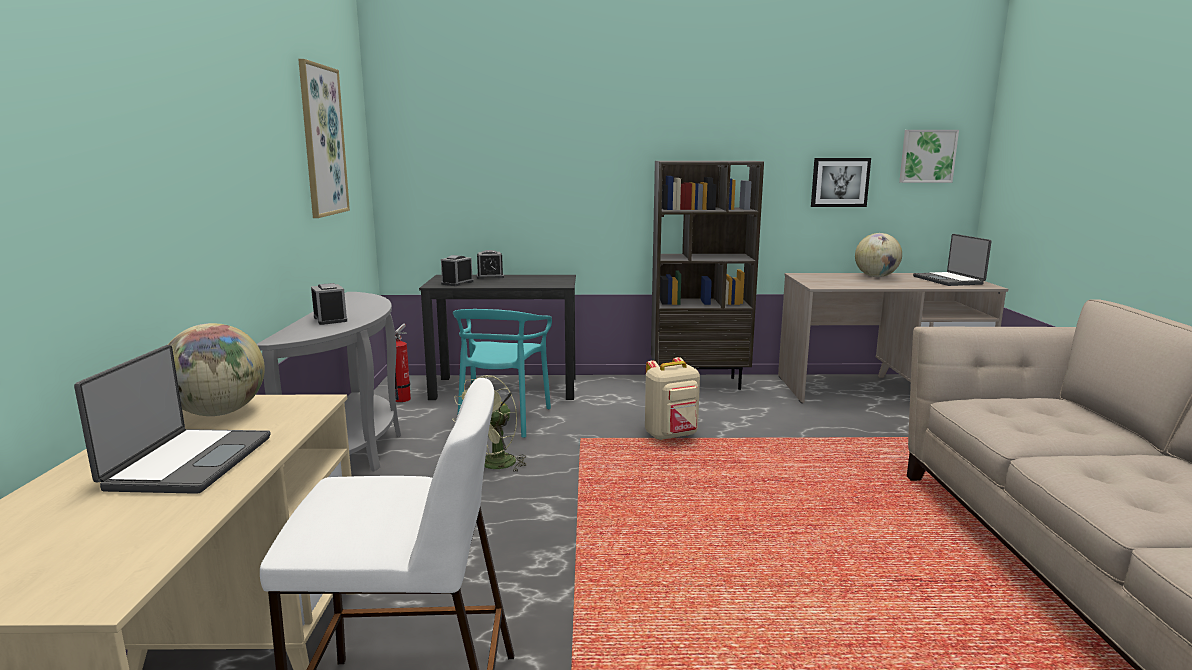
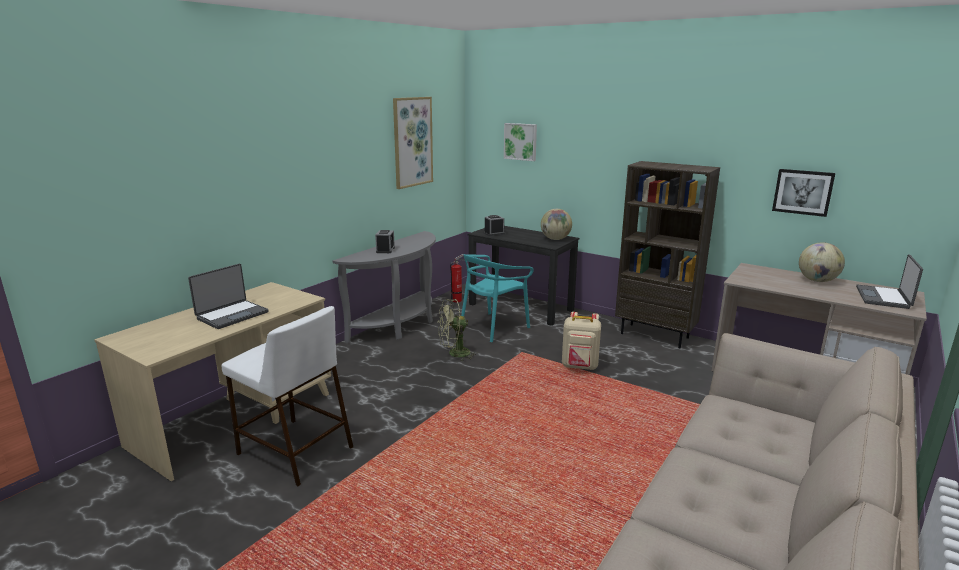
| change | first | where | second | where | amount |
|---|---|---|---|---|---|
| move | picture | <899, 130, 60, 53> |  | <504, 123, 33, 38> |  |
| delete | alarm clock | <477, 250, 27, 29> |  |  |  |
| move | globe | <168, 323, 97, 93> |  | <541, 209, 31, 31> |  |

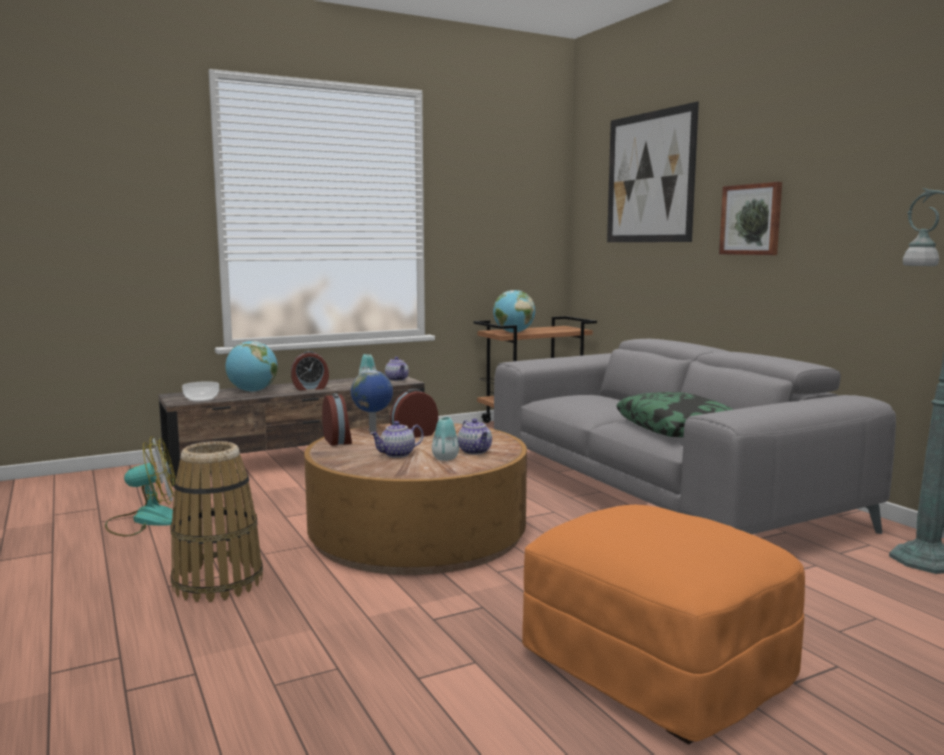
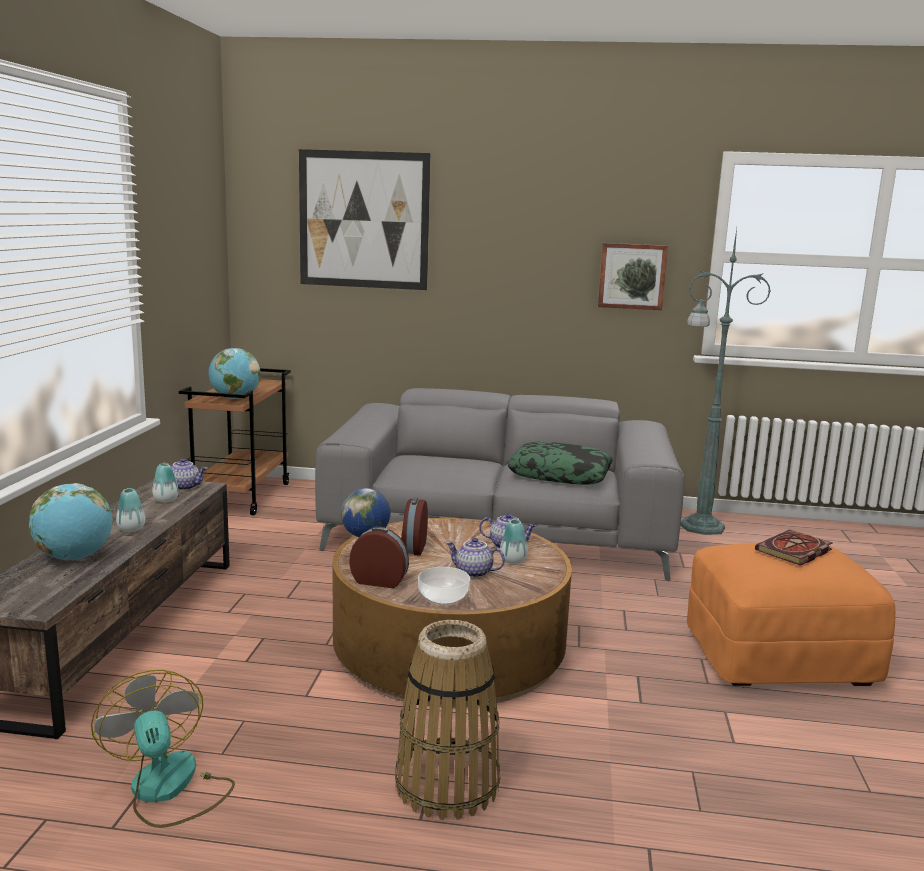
| change | first | where | second | where | amount |
|---|---|---|---|---|---|
| move | picture | <719, 182, 63, 73> |  | <598, 243, 70, 67> |  |
| replace | alarm clock | <291, 351, 38, 39> | vase | <116, 488, 29, 44> |  |
| move | bowl | <182, 381, 37, 21> |  | <418, 567, 52, 39> |  |
| rotate | teapot | <370, 421, 54, 37> |  | <446, 538, 59, 40> | 105 degrees clockwise |
| rotate | fan | <105, 436, 71, 100> |  | <91, 670, 144, 158> | 45 degrees counterclockwise |
| insert |  |  | book | <755, 529, 78, 37> |  |

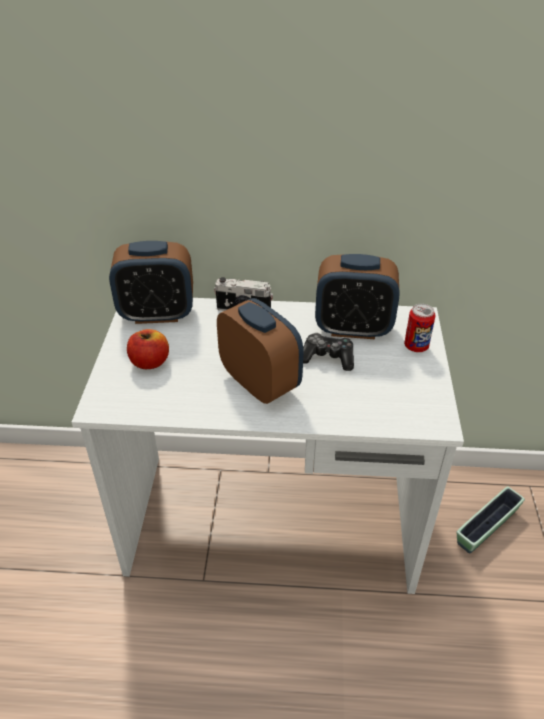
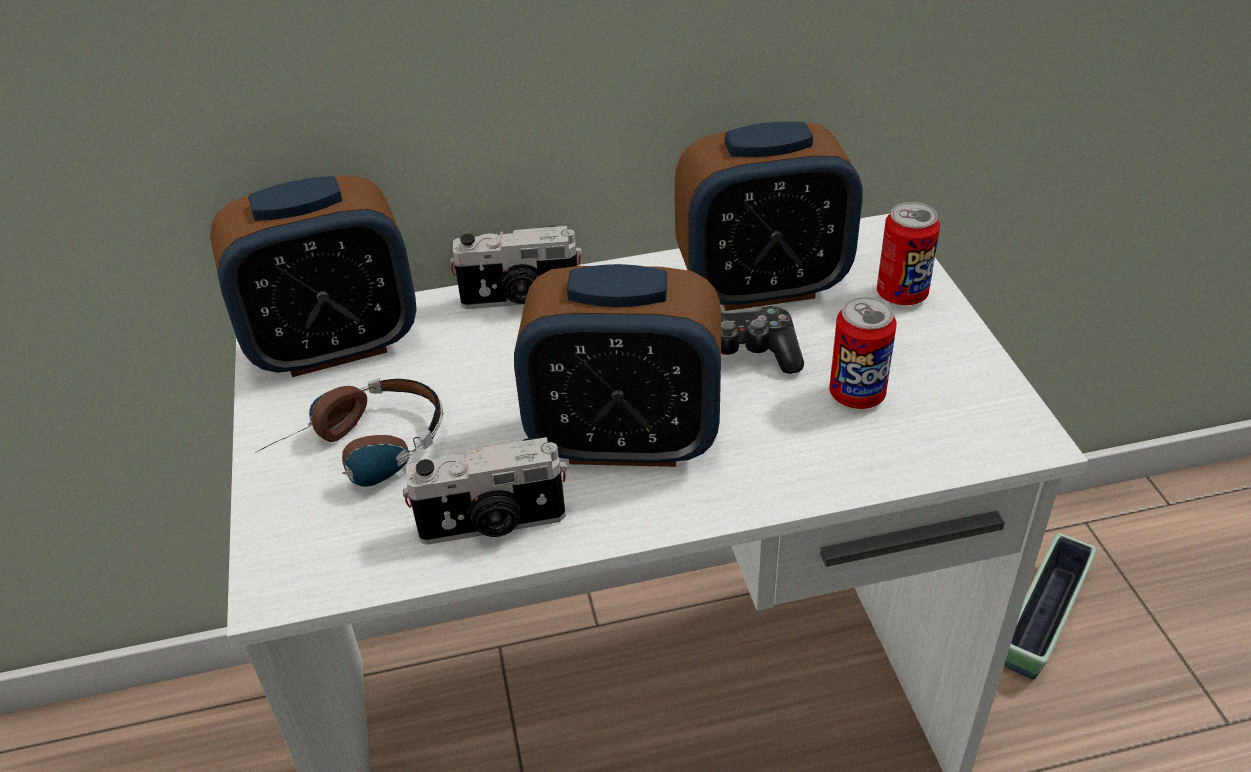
| change | first | where | second | where | amount |
|---|---|---|---|---|---|
| rotate | alarm clock | <217, 298, 87, 106> |  | <514, 264, 207, 203> | 150 degrees clockwise |
| replace | apple | <127, 329, 42, 40> | headphones | <255, 378, 189, 109> |  |
| insert |  |  | can | <829, 297, 68, 112> |  |
| insert |  |  | photo camera | <403, 437, 164, 108> |  |

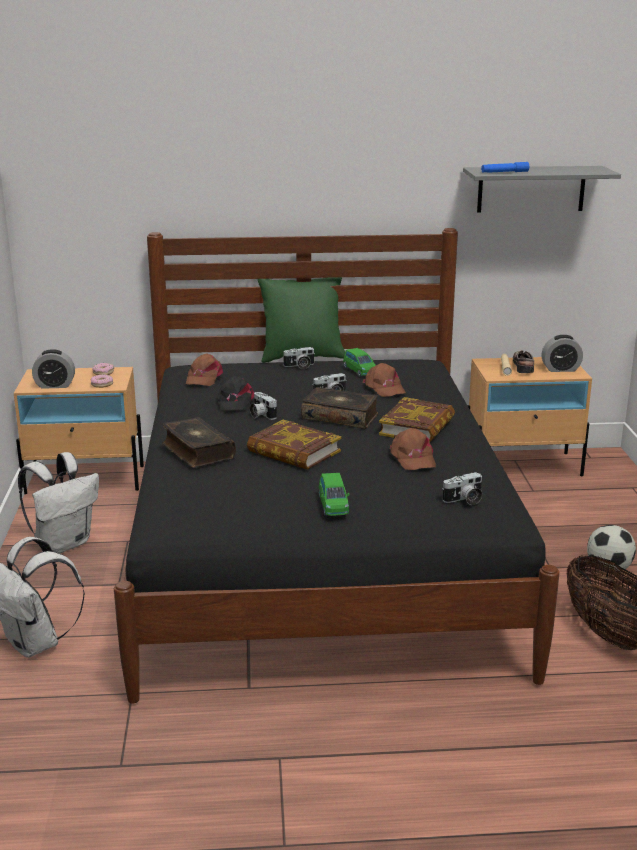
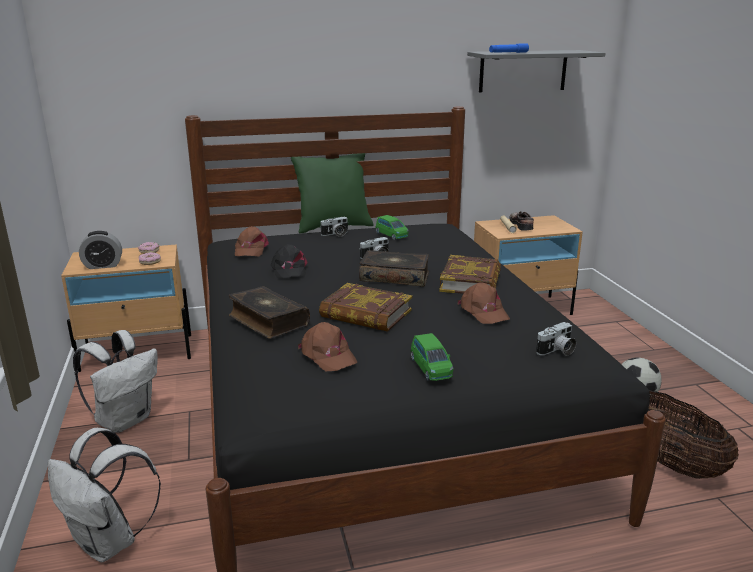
| change | first | where | second | where | amount |
|---|---|---|---|---|---|
| delete | alarm clock | <542, 335, 41, 37> |  |  |  |
| move | cap in brown | <363, 363, 43, 34> |  | <298, 322, 59, 49> |  |
| delete | photo camera | <250, 392, 27, 28> |  |  |  |

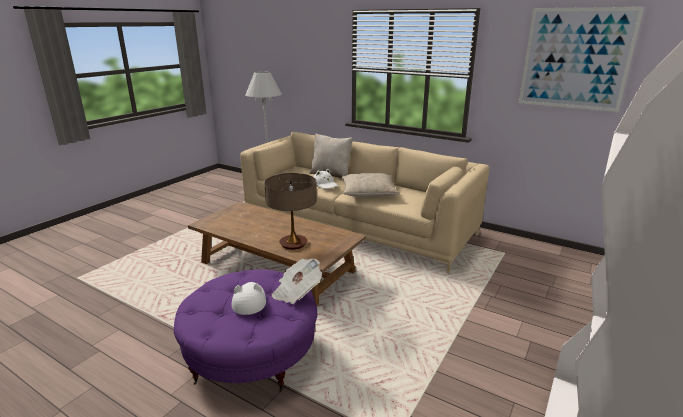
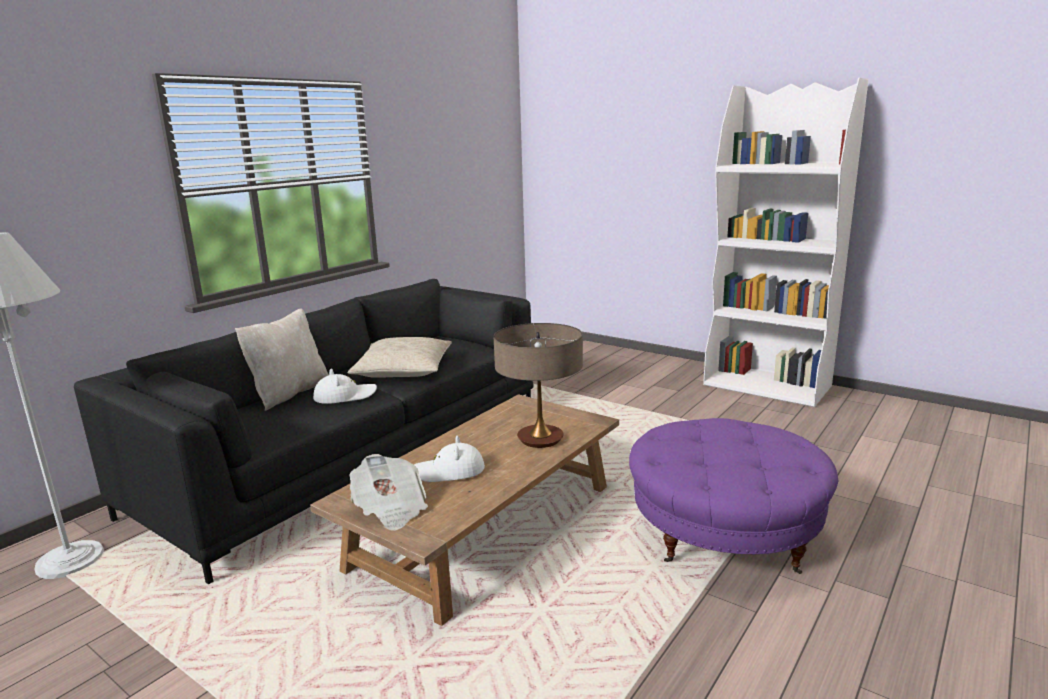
| change | first | where | second | where | amount |
|---|---|---|---|---|---|
| delete | picture | <519, 7, 125, 105> |  |  |  |
| recolor | sofa in beige | <240, 132, 249, 142> | sofa in black | <74, 279, 460, 305> |  |
| move | newspaper | <272, 259, 50, 45> |  | <349, 454, 79, 77> |  |
| move | hat in white | <232, 282, 34, 33> |  | <414, 436, 71, 46> |  |

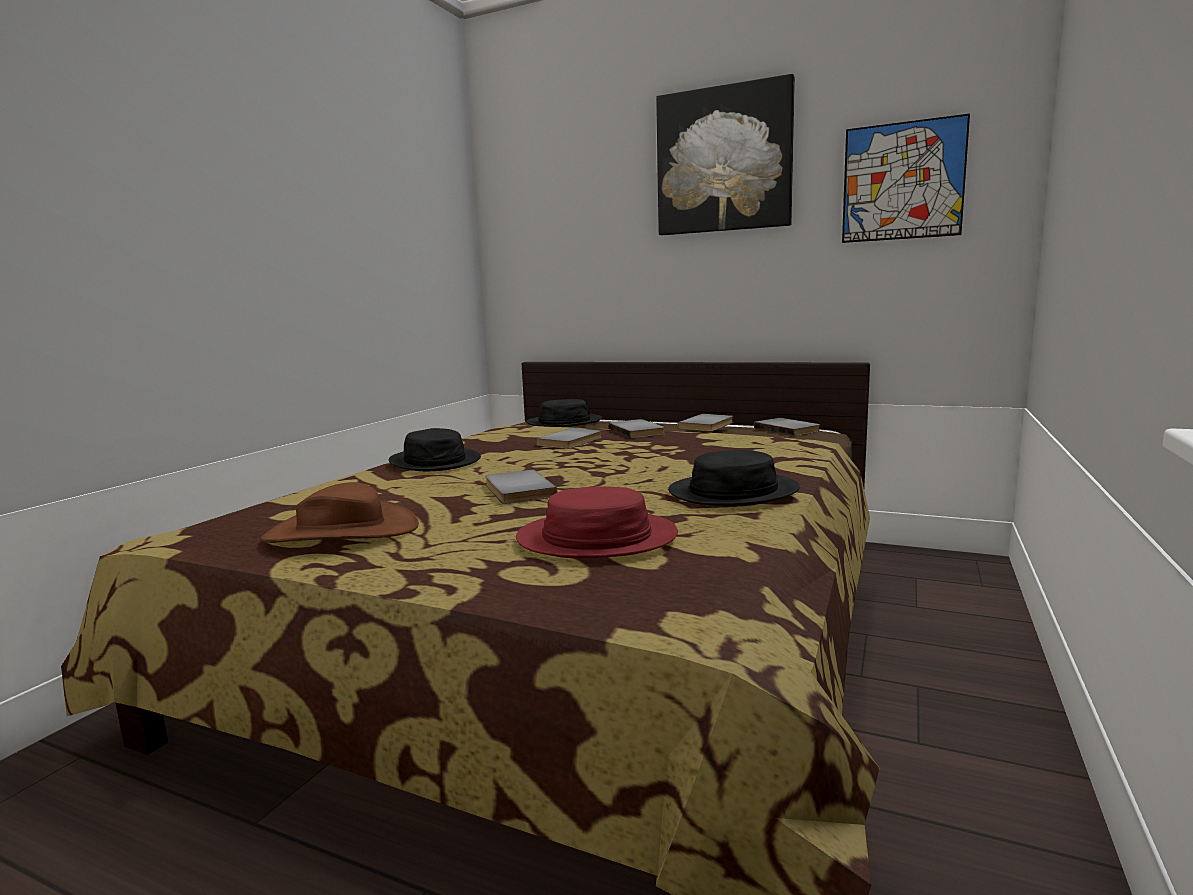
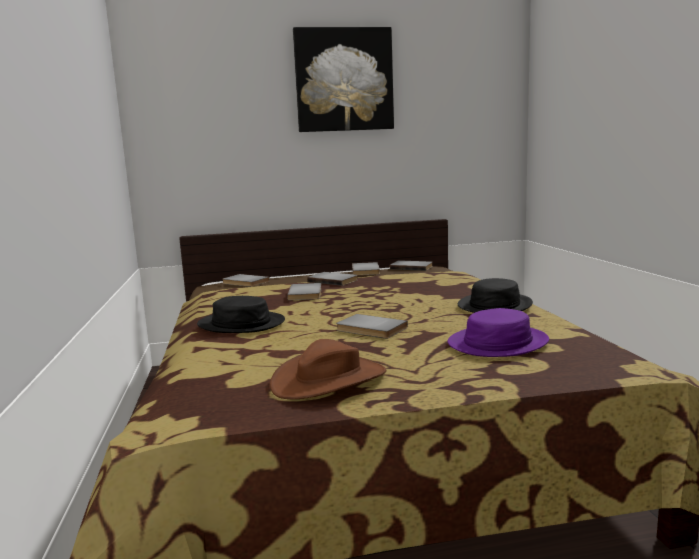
| change | first | where | second | where | amount |
|---|---|---|---|---|---|
| delete | picture | <842, 114, 128, 129> |  |  |  |
| replace | hat in black | <526, 399, 77, 28> | book in grey | <222, 274, 48, 13> |  |
| recolor | hat in red | <516, 486, 162, 73> | hat in purple | <448, 308, 101, 49> |  |

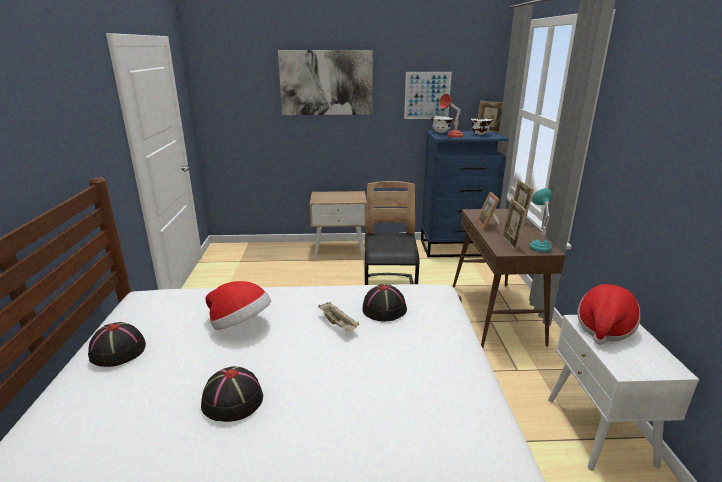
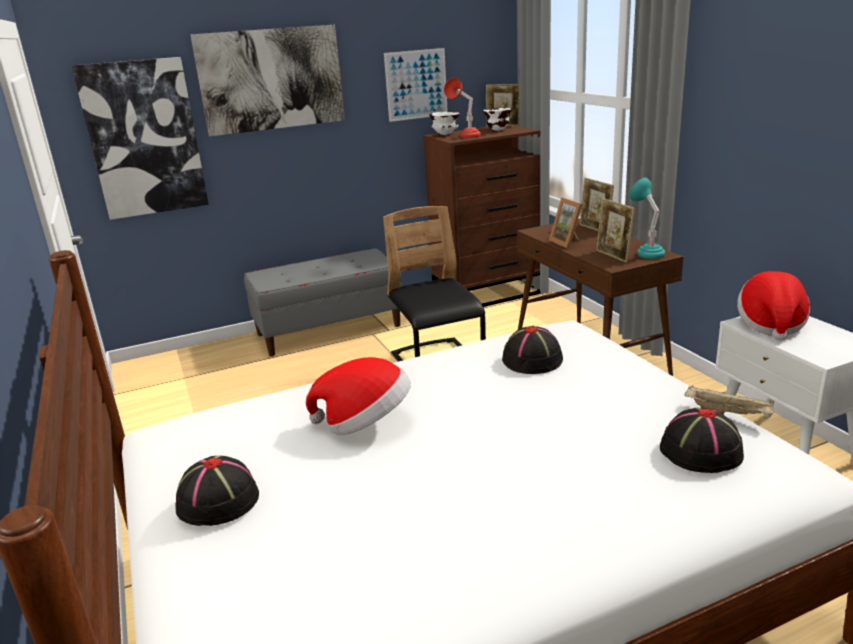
| change | first | where | second | where | amount |
|---|---|---|---|---|---|
| recolor | dresser in blue | <421, 131, 88, 127> | dresser in brown | <423, 126, 118, 181> |  |
| replace | nightstand in beige | <310, 191, 57, 68> | bench in grey | <244, 248, 158, 108> |  |
| move | tray in beige | <318, 302, 41, 29> |  | <684, 386, 90, 29> |  |
| move | hat in black | <201, 366, 62, 56> |  | <660, 408, 84, 65> |  |
| insert |  |  | picture | <72, 57, 137, 163> |  |

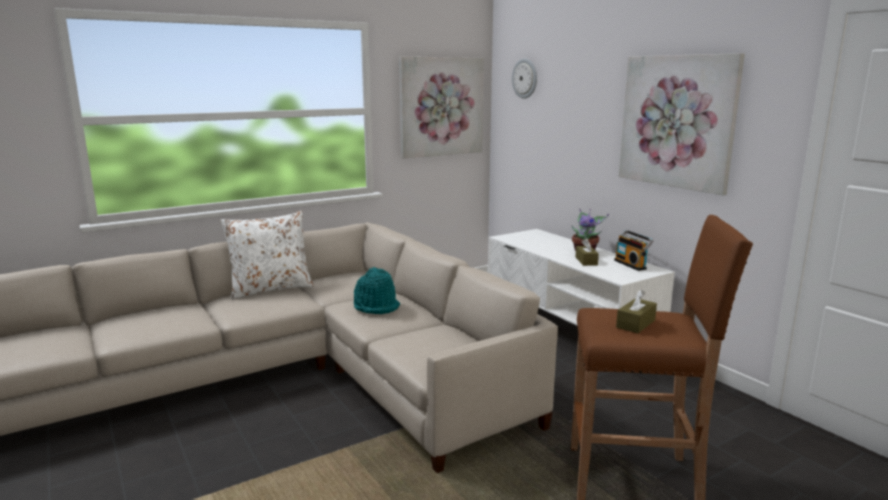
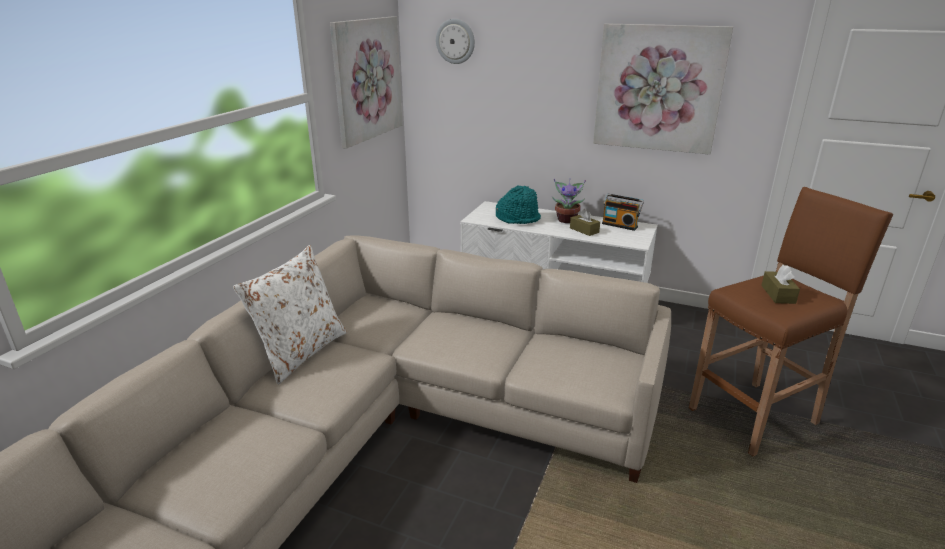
| change | first | where | second | where | amount |
|---|---|---|---|---|---|
| move | hat in turquoise | <354, 267, 46, 47> |  | <496, 186, 45, 38> |  |

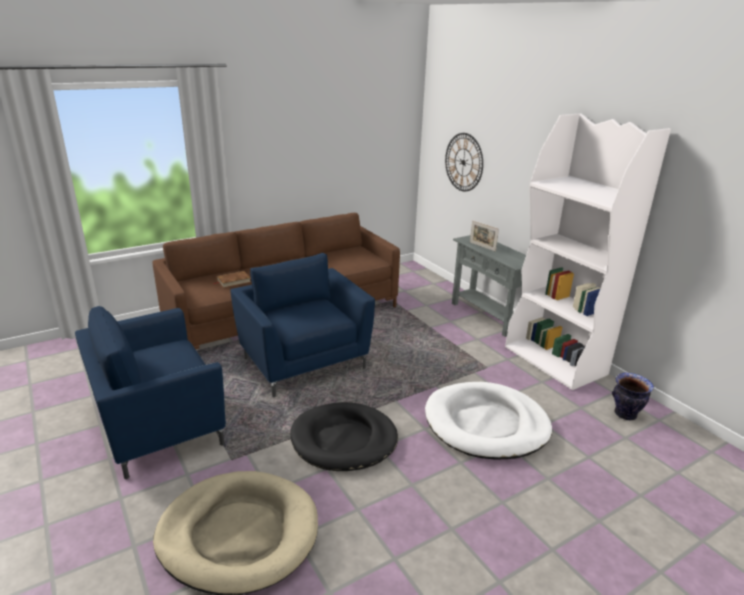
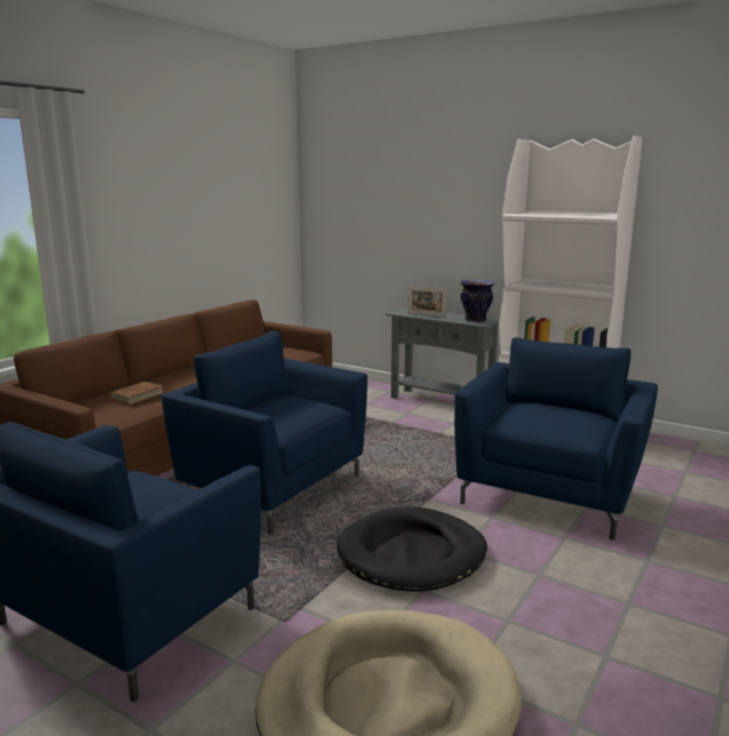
| change | first | where | second | where | amount |
|---|---|---|---|---|---|
| delete | wall clock | <445, 133, 38, 59> |  |  |  |
| move | vase | <612, 373, 42, 47> |  | <460, 280, 35, 42> |  |
| replace | dog bed in white | <425, 382, 127, 78> | armchair in blue | <454, 337, 204, 203> |  |

